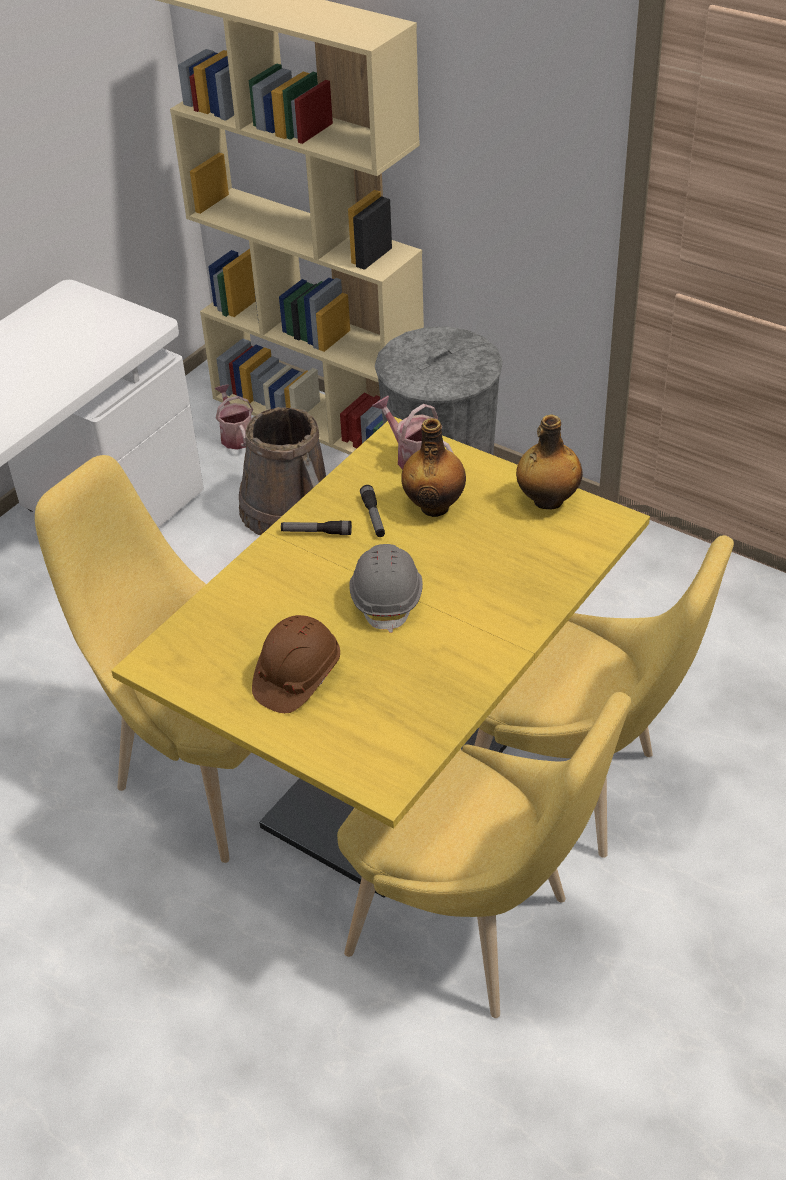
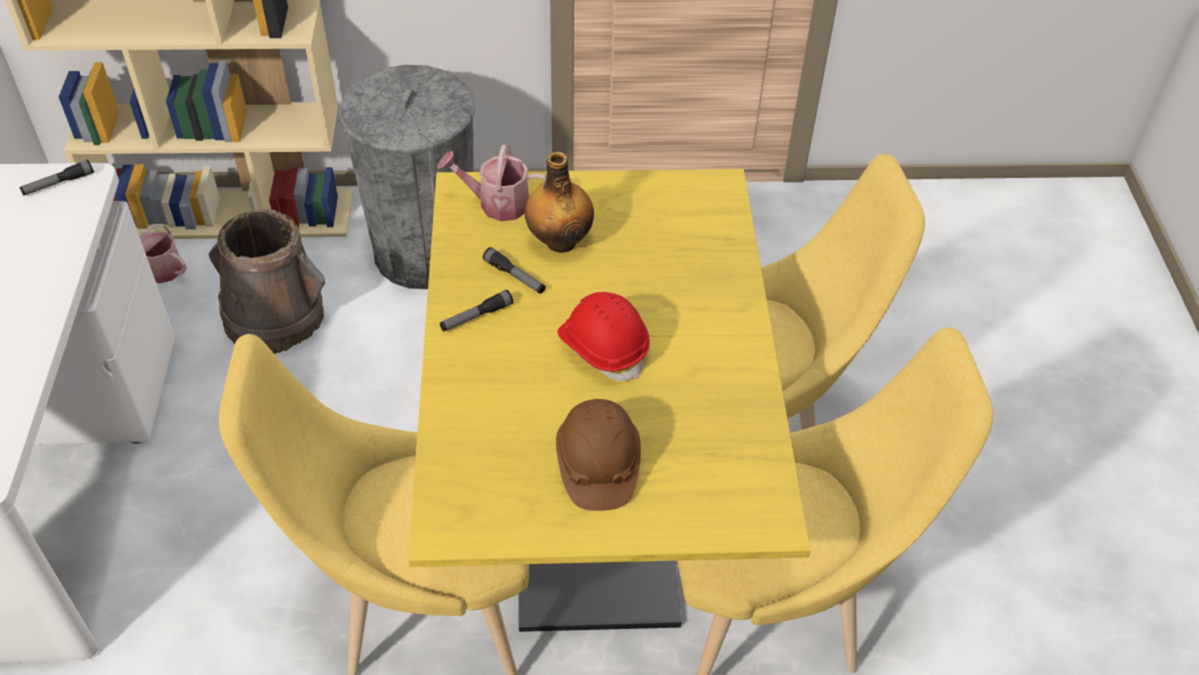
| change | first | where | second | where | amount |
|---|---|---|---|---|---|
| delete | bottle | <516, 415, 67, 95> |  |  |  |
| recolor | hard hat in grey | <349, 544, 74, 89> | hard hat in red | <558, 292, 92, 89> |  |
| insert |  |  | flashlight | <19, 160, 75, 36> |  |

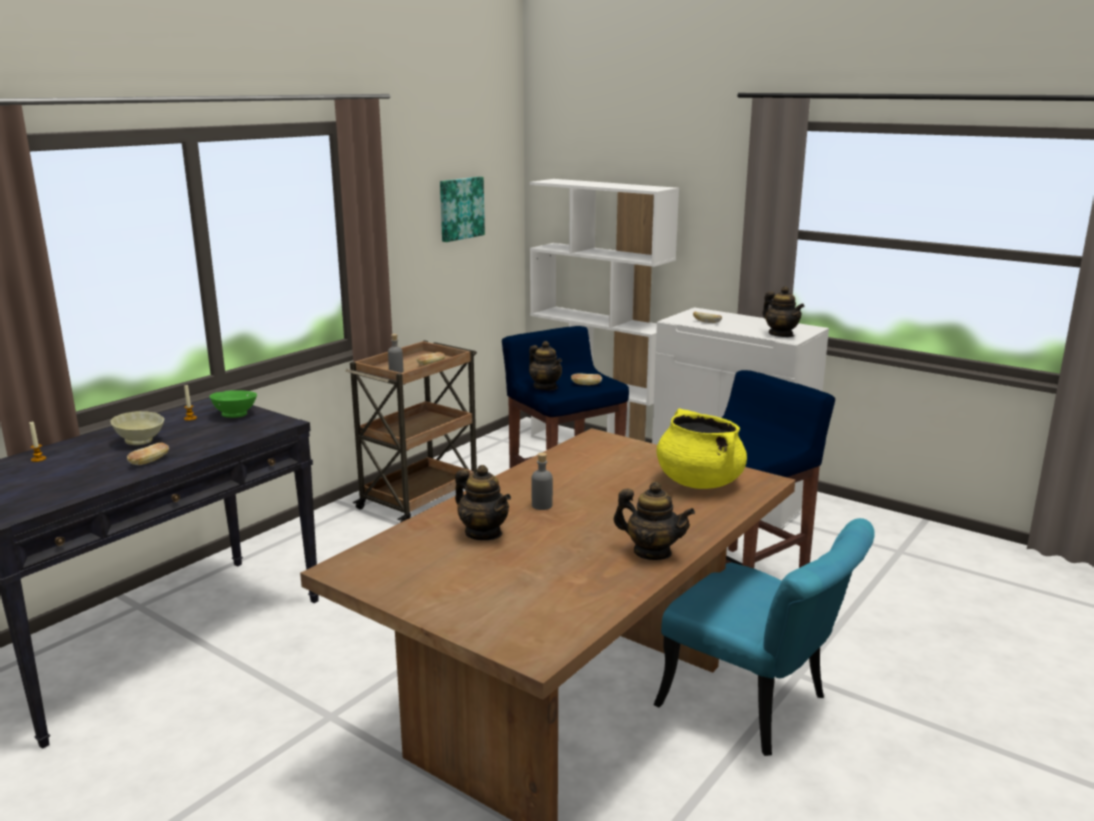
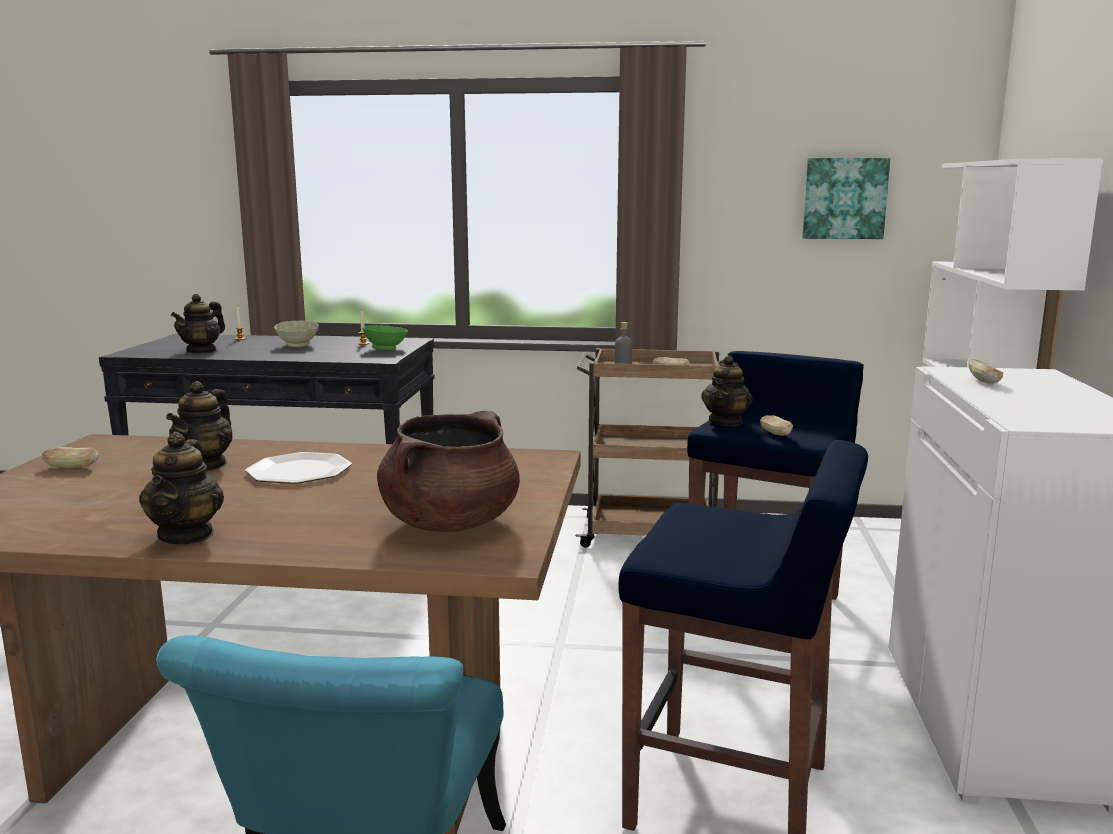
| change | first | where | second | where | amount |
|---|---|---|---|---|---|
| move | teapot | <763, 286, 41, 51> |  | <171, 294, 54, 60> |  |
| recolor | cooking pot in yellow | <656, 408, 91, 81> | cooking pot in brown | <377, 411, 143, 121> |  |
| move | bread | <127, 443, 42, 22> |  | <42, 447, 57, 21> |  |
| replace | bottle in grey | <532, 453, 21, 57> | plate | <245, 452, 107, 32> |  |

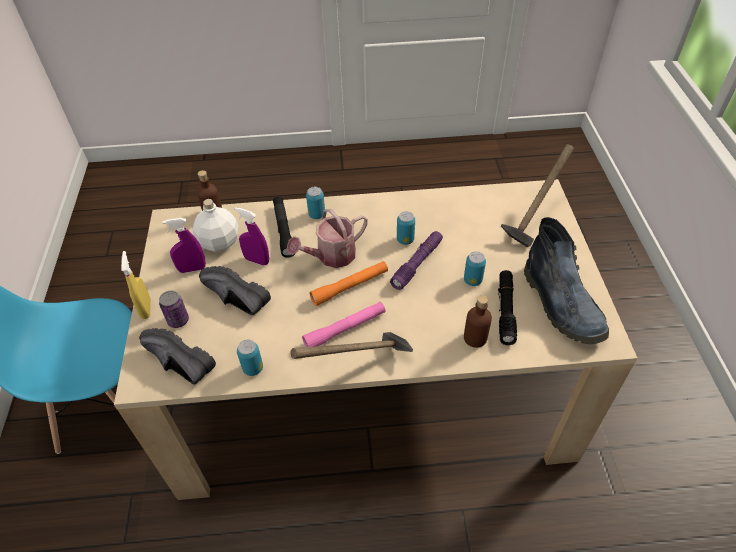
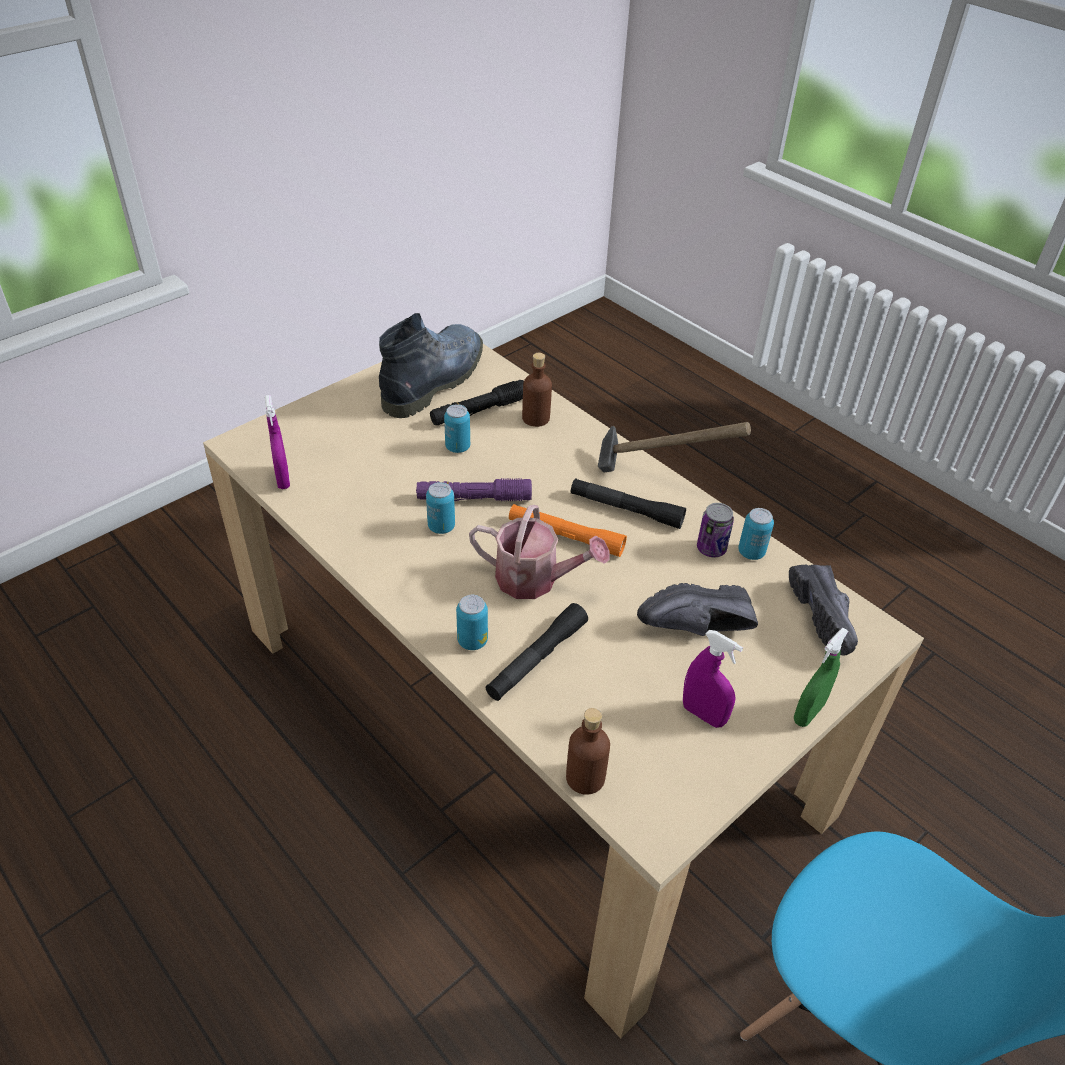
| change | first | where | second | where | amount |
|---|---|---|---|---|---|
| delete | hammer | <501, 144, 73, 103> |  |  |  |
| delete | bottle in white | <193, 199, 46, 53> |  |  |  |
| move | spray bottle in purple | <235, 207, 34, 59> |  | <265, 395, 25, 94> |  |
| recolor | spray bottle in yellow | <121, 251, 30, 68> | spray bottle in green | <794, 628, 55, 99> |  |
| rotate | shoe in black | <199, 266, 72, 49> |  | <637, 583, 121, 53> | 90 degrees clockwise |
| move | can | <159, 291, 30, 37> |  | <697, 503, 37, 54> |  |
| recolor | flashlight in pink | <302, 302, 83, 45> | flashlight in black | <571, 478, 115, 51> |  |

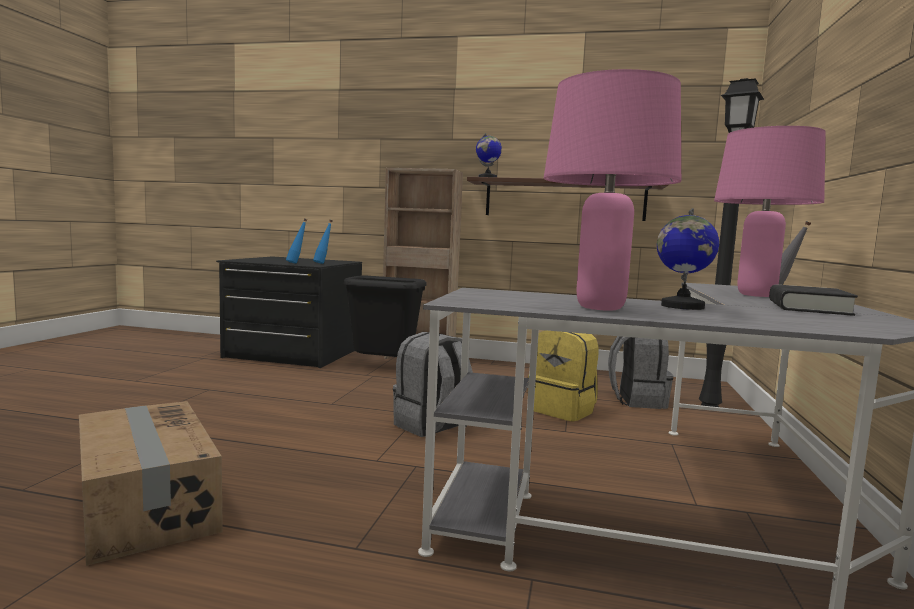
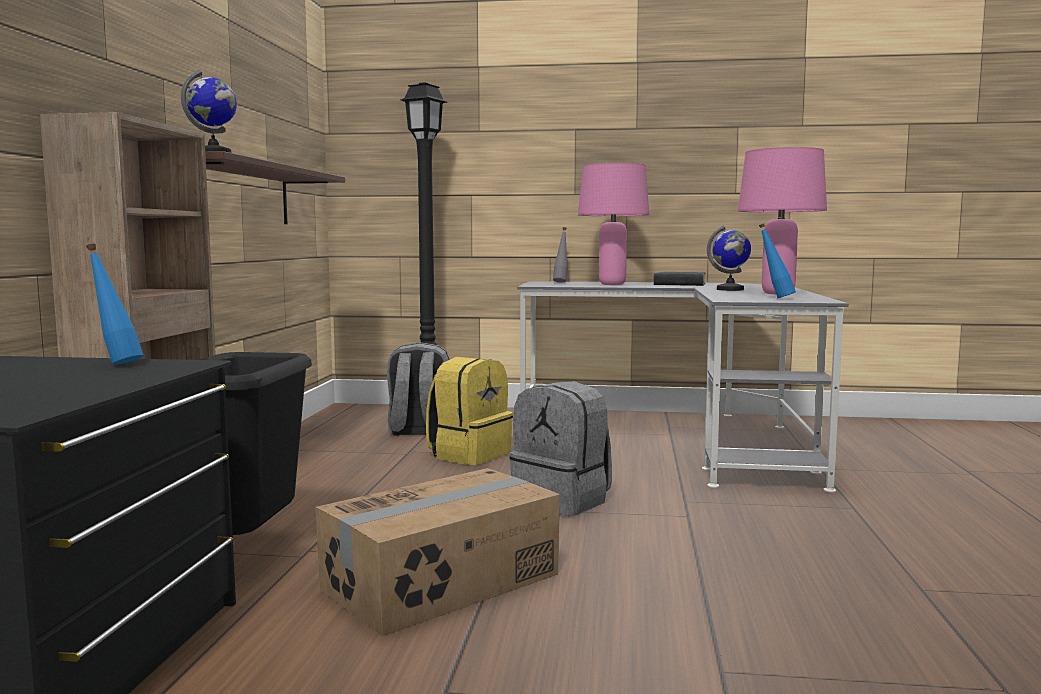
| change | first | where | second | where | amount |
|---|---|---|---|---|---|
| move | bottle in blue | <286, 219, 21, 45> |  | <759, 224, 37, 74> |  |
| move | cardboard box | <79, 401, 144, 165> |  | <316, 468, 244, 168> |  |

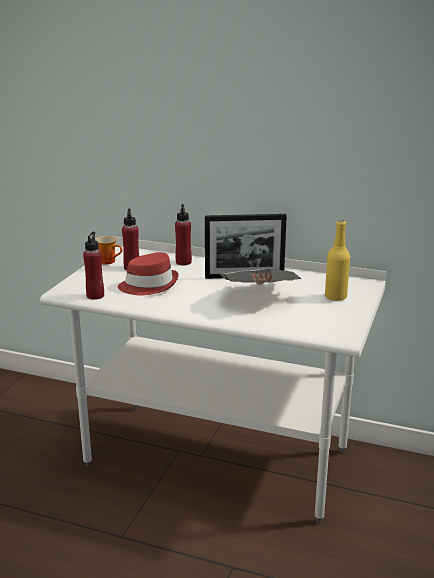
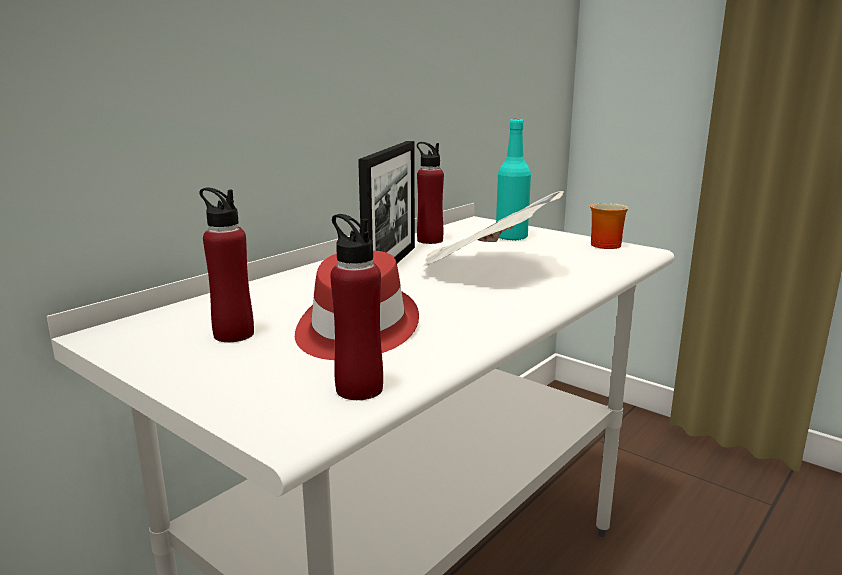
| change | first | where | second | where | amount |
|---|---|---|---|---|---|
| move | bottle in red | <175, 204, 17, 61> |  | <417, 142, 27, 102> |  |
| recolor | bottle in yellow | <325, 220, 25, 81> | bottle in turquoise | <496, 119, 35, 122> |  |
| move | mug | <95, 236, 27, 28> |  | <590, 203, 39, 46> |  |

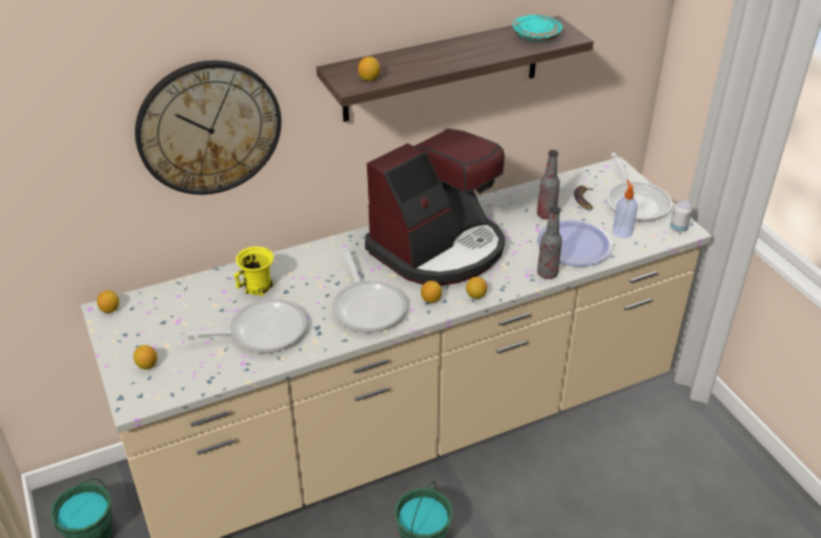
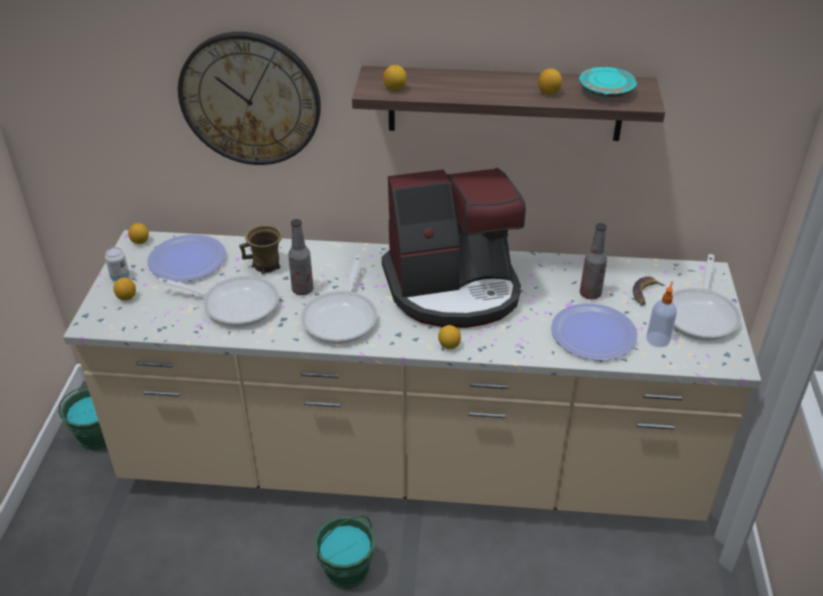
| change | first | where | second | where | amount |
|---|---|---|---|---|---|
| move | can | <670, 200, 22, 32> |  | <105, 247, 25, 34> |  |
| move | bottle | <537, 206, 25, 73> |  | <288, 219, 25, 76> |  |
| recolor | mug in yellow | <234, 246, 40, 50> | mug in brown | <239, 225, 43, 49> |  |
| move | lemon | <421, 281, 21, 22> |  | <538, 69, 24, 26> |  |
| insert |  |  | plate | <147, 234, 79, 48> |  |

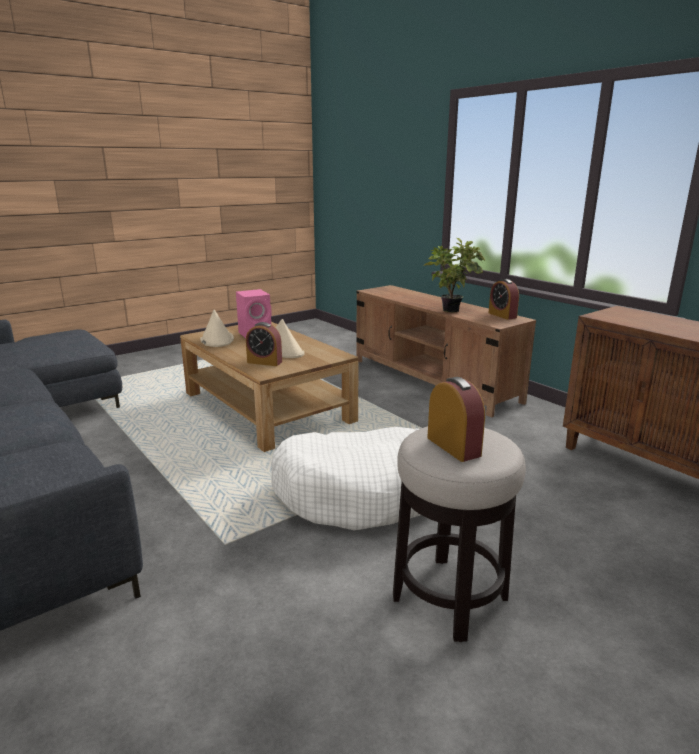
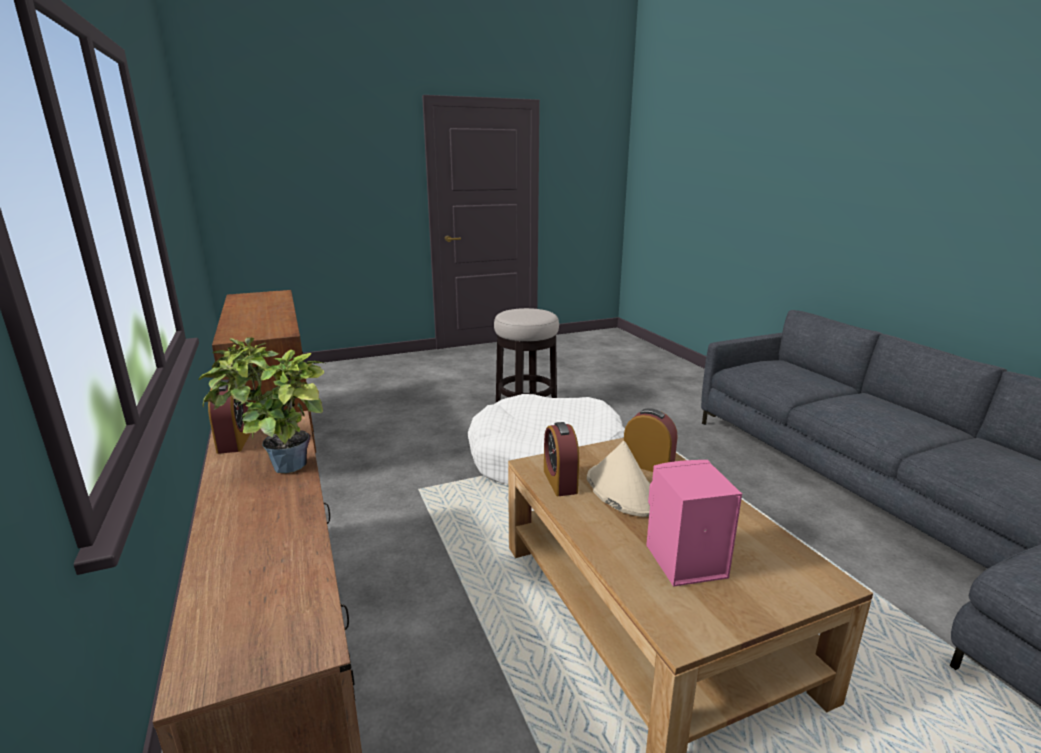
| change | first | where | second | where | amount |
|---|---|---|---|---|---|
| delete | hat in beige | <200, 310, 34, 37> |  |  |  |
| move | alarm clock | <427, 377, 58, 85> |  | <544, 422, 35, 74> |  |

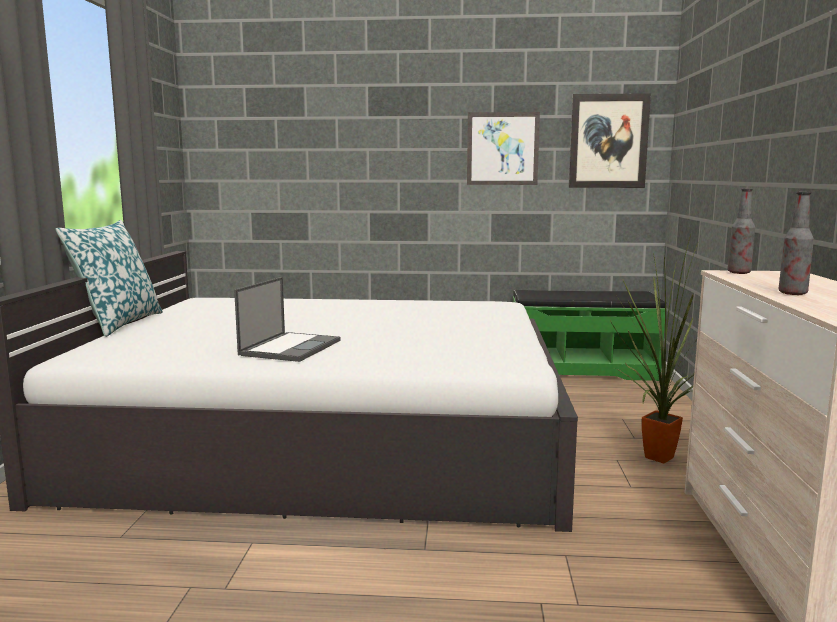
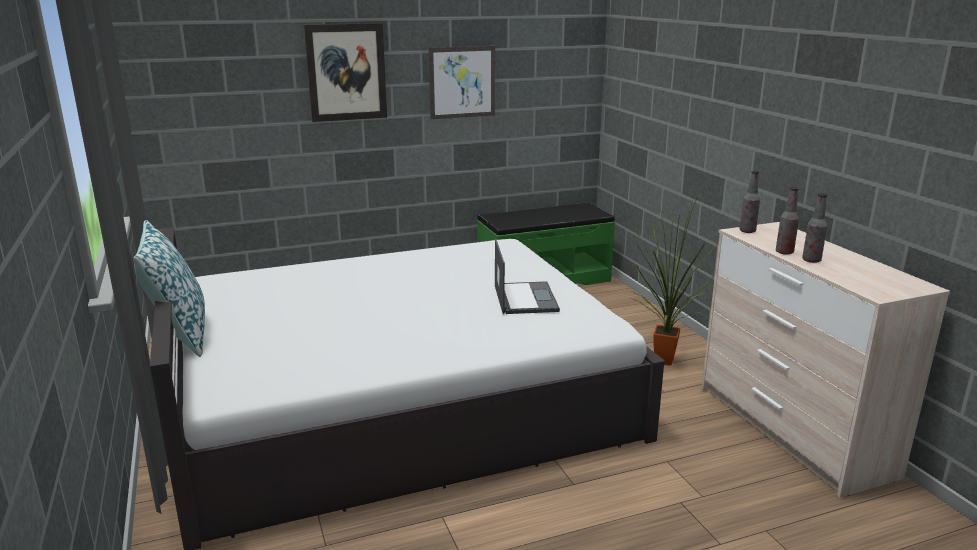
| change | first | where | second | where | amount |
|---|---|---|---|---|---|
| move | picture | <568, 93, 83, 95> |  | <304, 23, 83, 99> |  |
| move | laptop | <234, 277, 107, 85> |  | <495, 239, 65, 75> |  |
| insert |  |  | bottle | <776, 187, 23, 68> |  |

